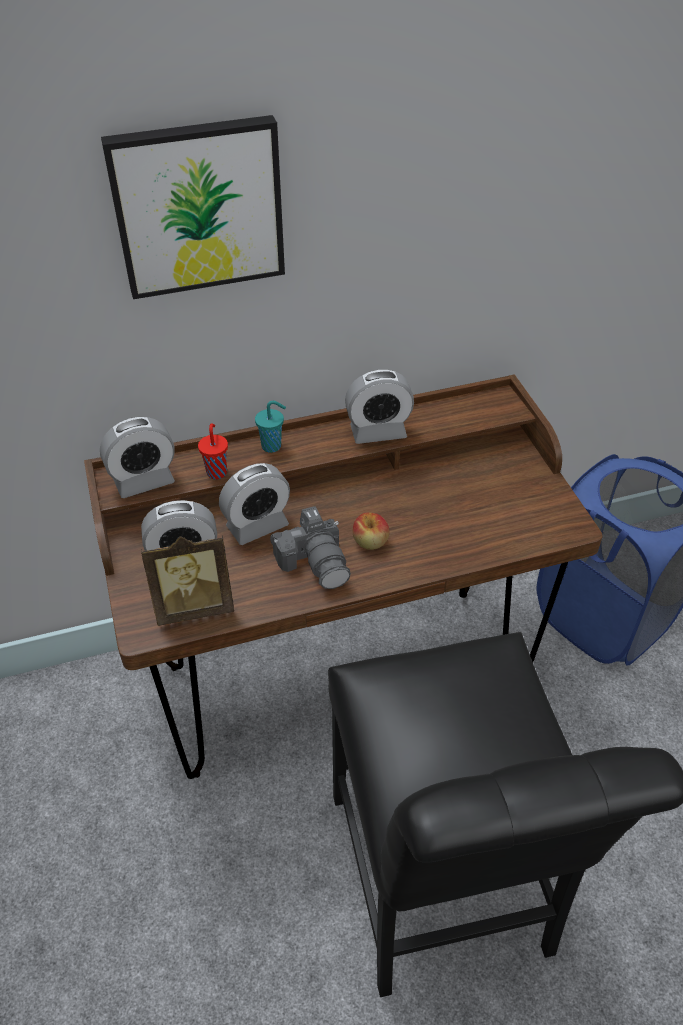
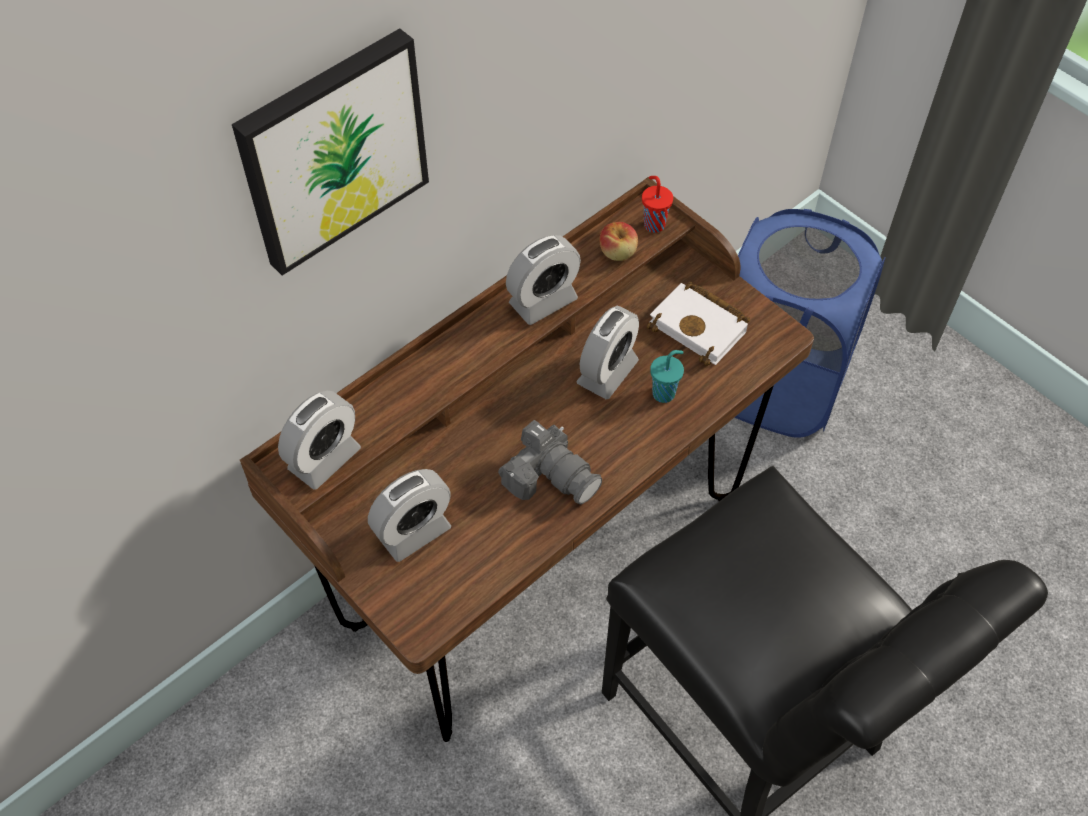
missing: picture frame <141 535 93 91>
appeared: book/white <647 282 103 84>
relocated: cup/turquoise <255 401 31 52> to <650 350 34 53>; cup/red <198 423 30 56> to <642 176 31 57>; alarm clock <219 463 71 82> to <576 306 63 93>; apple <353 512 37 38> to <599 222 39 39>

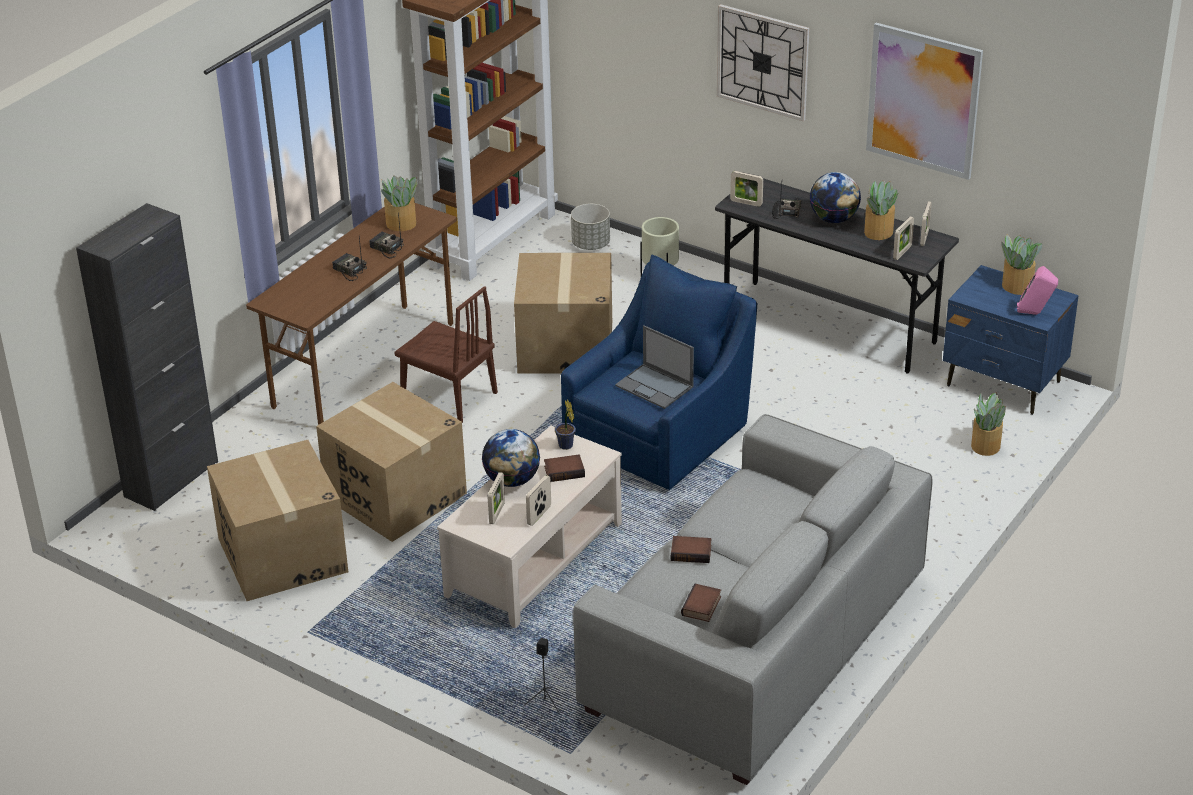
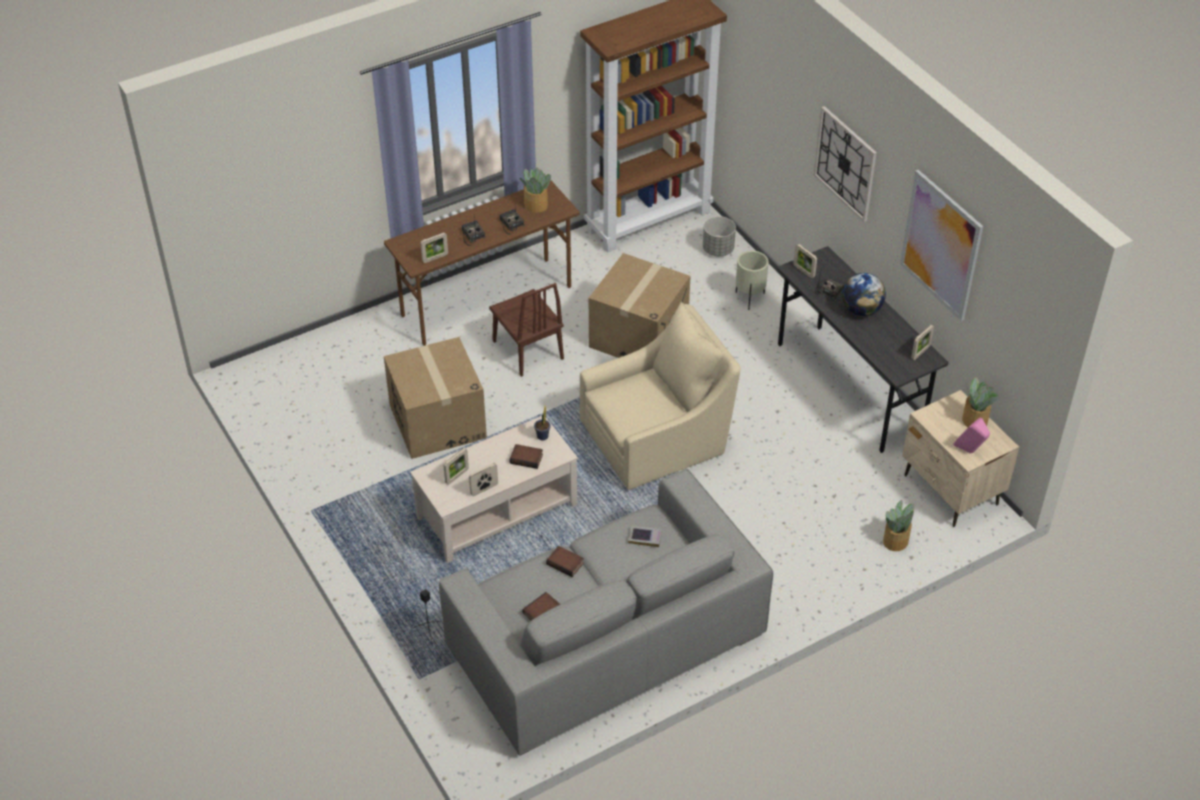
missing: potted plant <864 181 35 59>; cabinet/black <76 203 142 308>; laptop <615 325 79 84>; globe <482 429 58 58>; cardboard box <207 440 141 161>
appeared: book <628 526 34 21>
relocated: picture frame <893 216 21 44> to <420 232 28 31>
colour: armchair/blue <561 254 197 236> to armchair/beige <580 301 161 189>; nightstand/blue <943 265 136 150> to nightstand/beige <902 390 117 137>

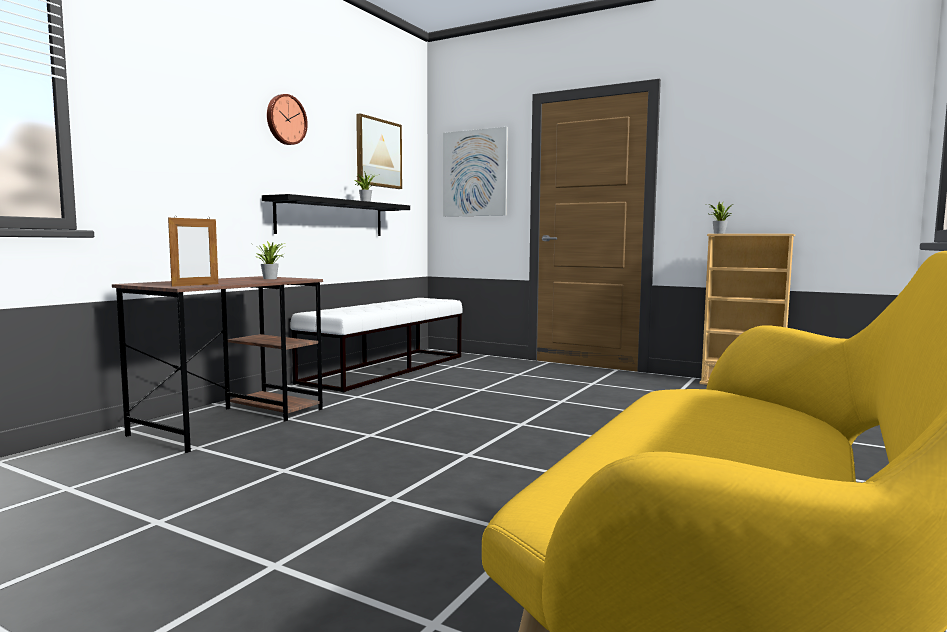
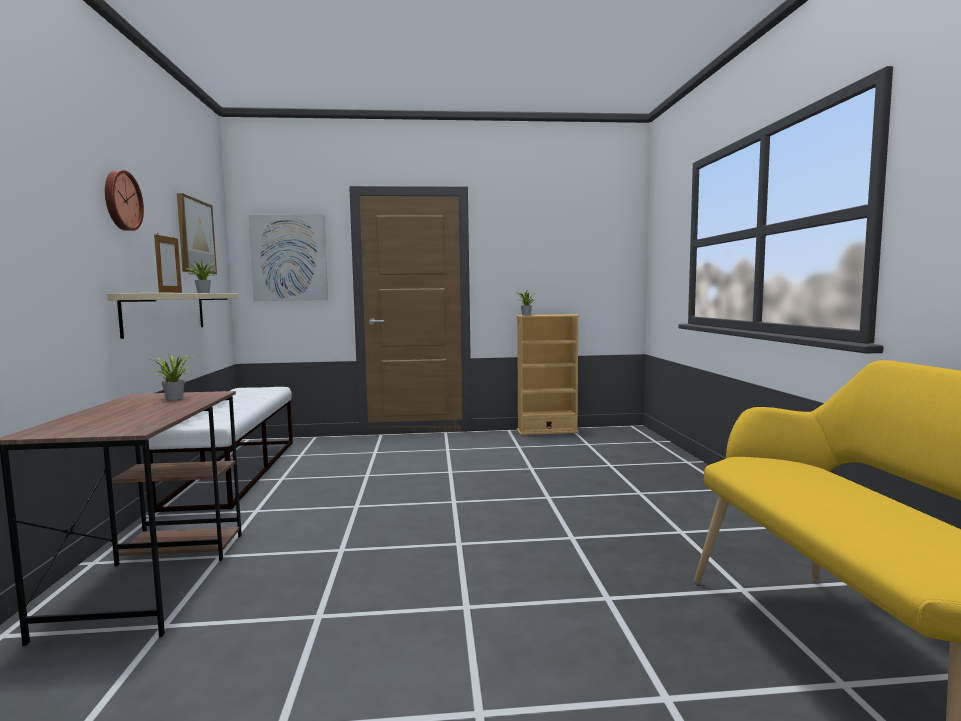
relocated: picture frame <168 215 50 72> to <154 234 28 59>
colour: shelf/black <262 194 148 42> to shelf/beige <107 293 131 46>

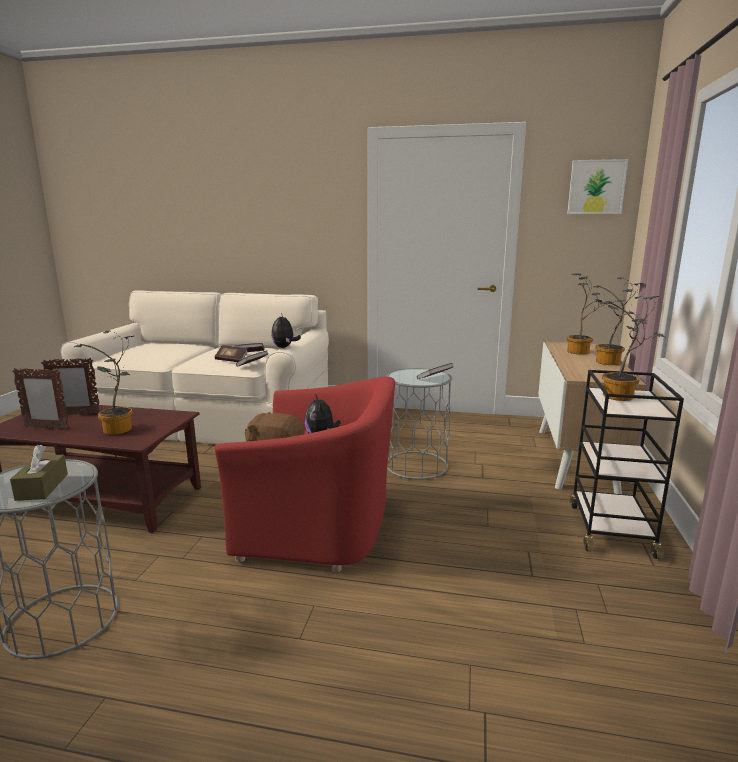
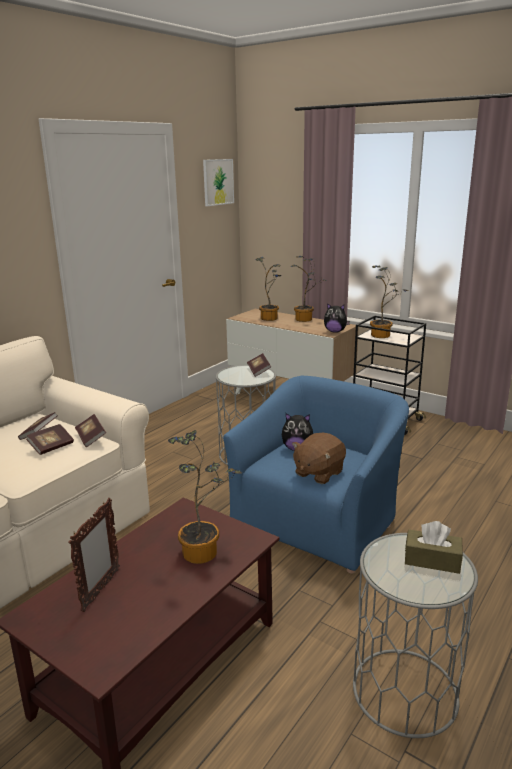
missing: picture frame <12 368 57 62>
relocated: plush toy <271 313 30 35> to <324 303 26 30>
colour: armchair/red <215 377 180 195> to armchair/blue <223 375 186 199>

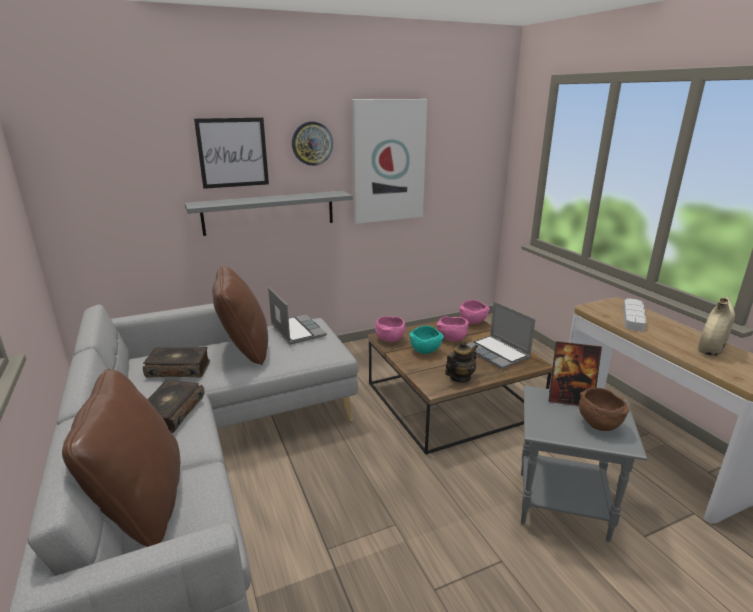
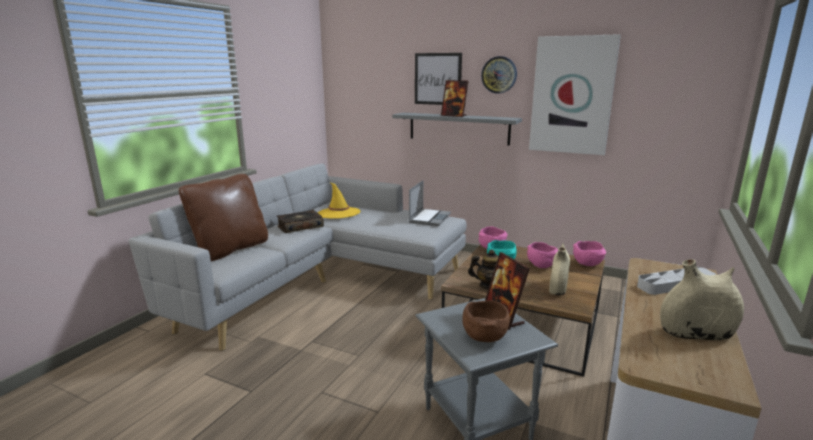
missing: pillow/brown <212 266 56 99>
appeared: picture frame <441 80 28 37>
exchanged: laptop <466 302 69 67> to vase/beige <549 243 21 52>; book <143 347 67 31> to hat/yellow <318 183 43 36>

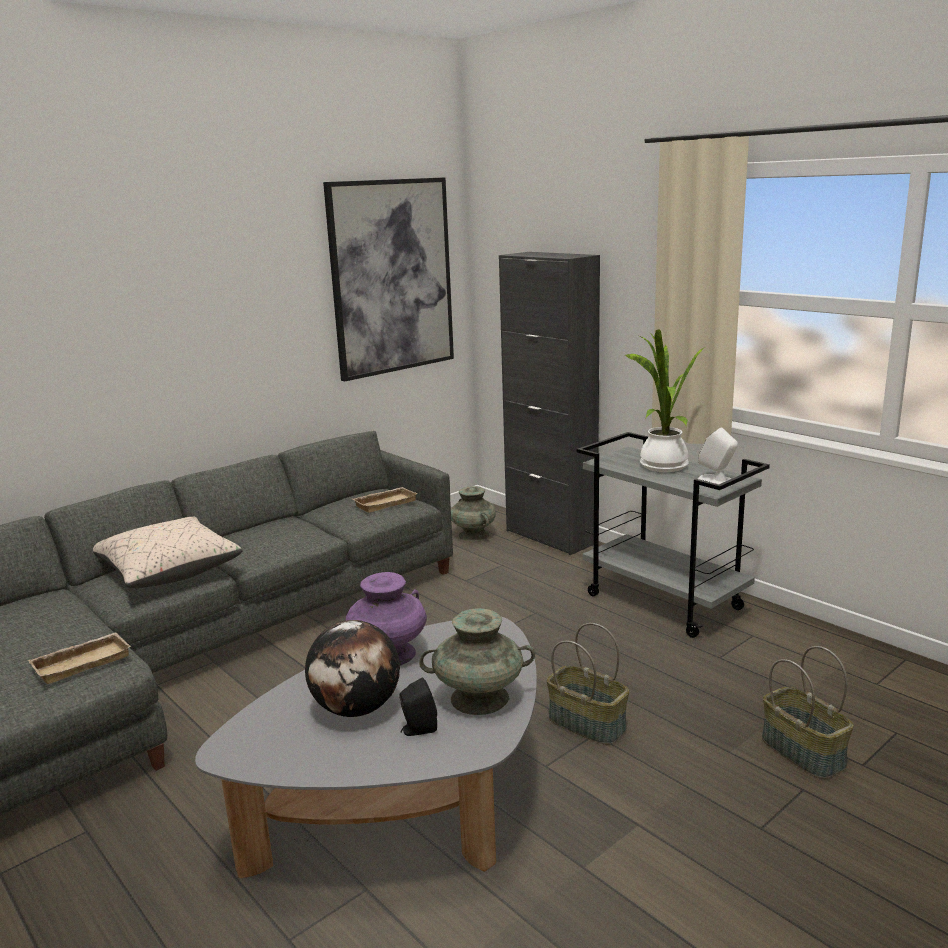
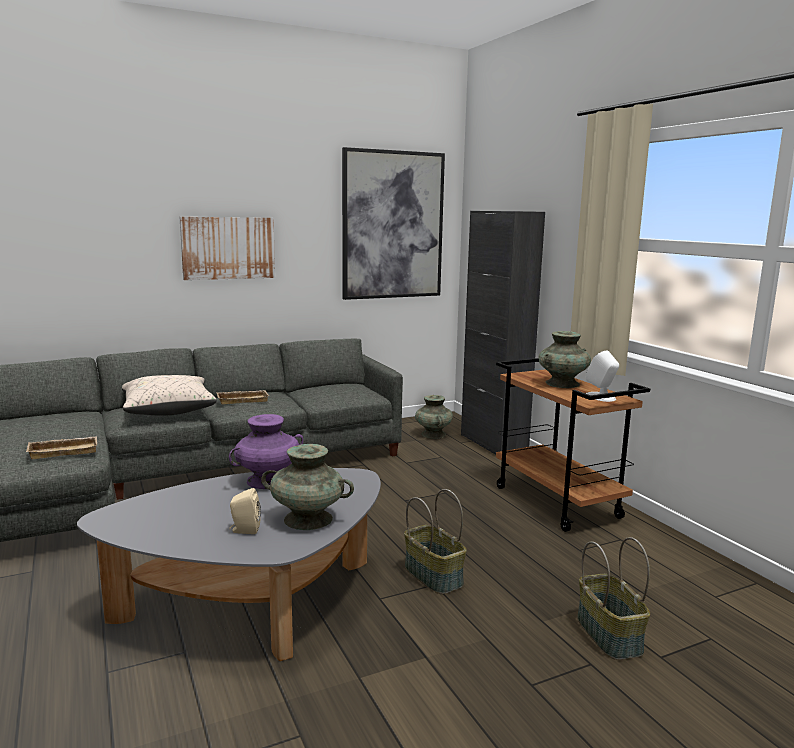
missing: globe <305 620 95 97>
appeared: picture <180 217 95 63>
relocated: tray/beige <353 487 65 26> to <216 390 53 14>
exchanged: potted plant <624 329 81 143> to vase/turquoise <538 331 53 57>
colour: cart/grey <577 432 193 206> to cart/brown <496 358 154 174>; speaker/black <399 677 38 59> to speaker/beige <229 488 32 46>

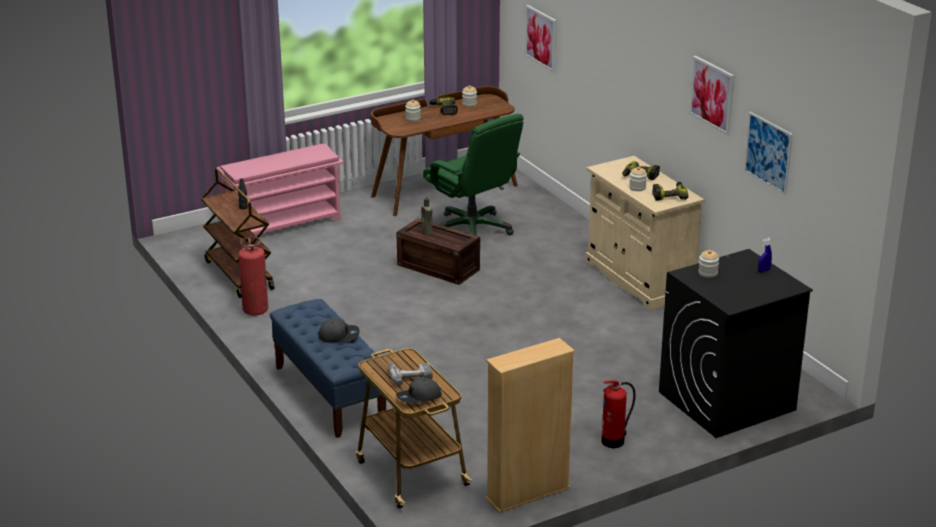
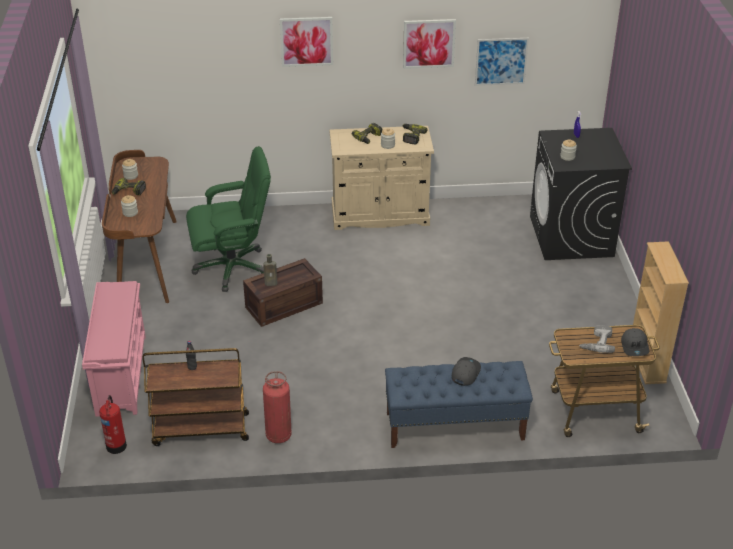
relocated: picture <525 5 31 67> to <280 17 53 50>; fire extinguisher <601 380 35 68> to <99 395 28 59>

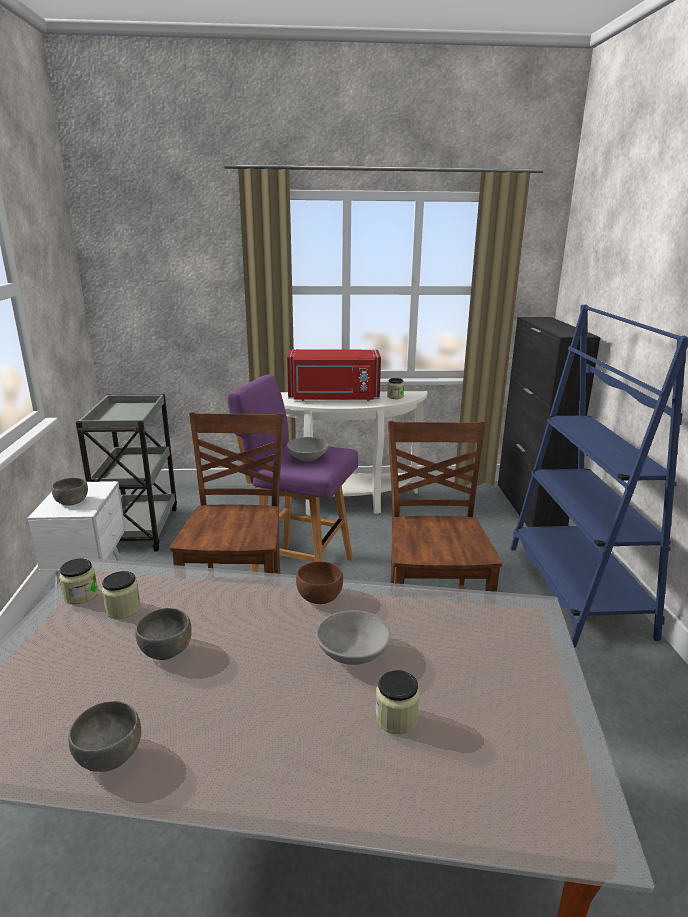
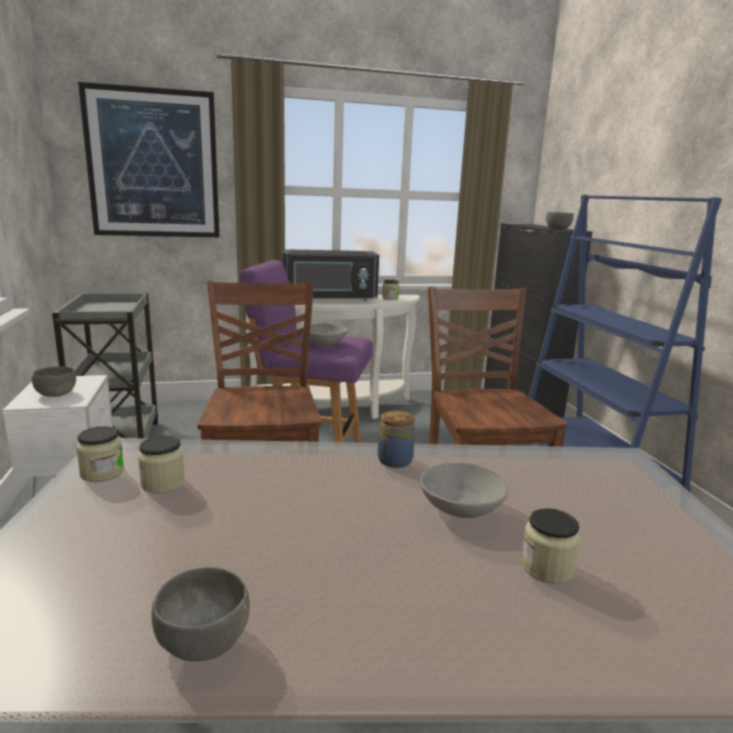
appeared: picture <78 82 142 155>
relocated: bowl/grey <135 608 57 52> to <546 212 28 17>
exchanged: bowl/brown <296 561 47 43> to jar <378 411 37 57>
colour: microwave/red <287 349 94 52> to microwave/black <281 249 98 52>

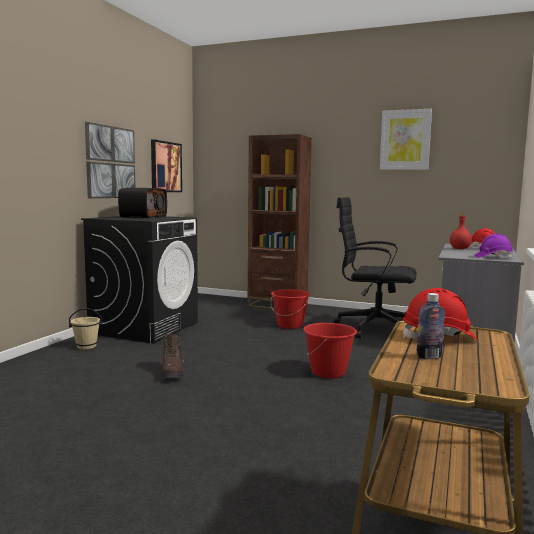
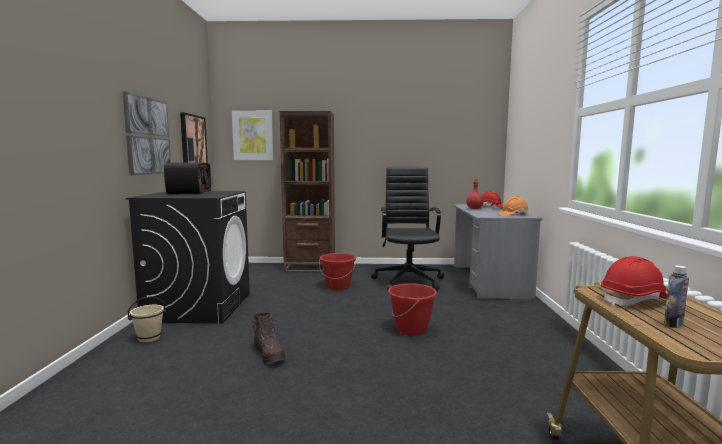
relocated: picture <380 109 52 61> to <232 111 41 49>
colour: hard hat/purple <474 234 39 24> to hard hat/orange <499 196 30 20>
spun: office chair/black <333 197 84 143> = <371 168 73 123> 90 degrees clockwise

